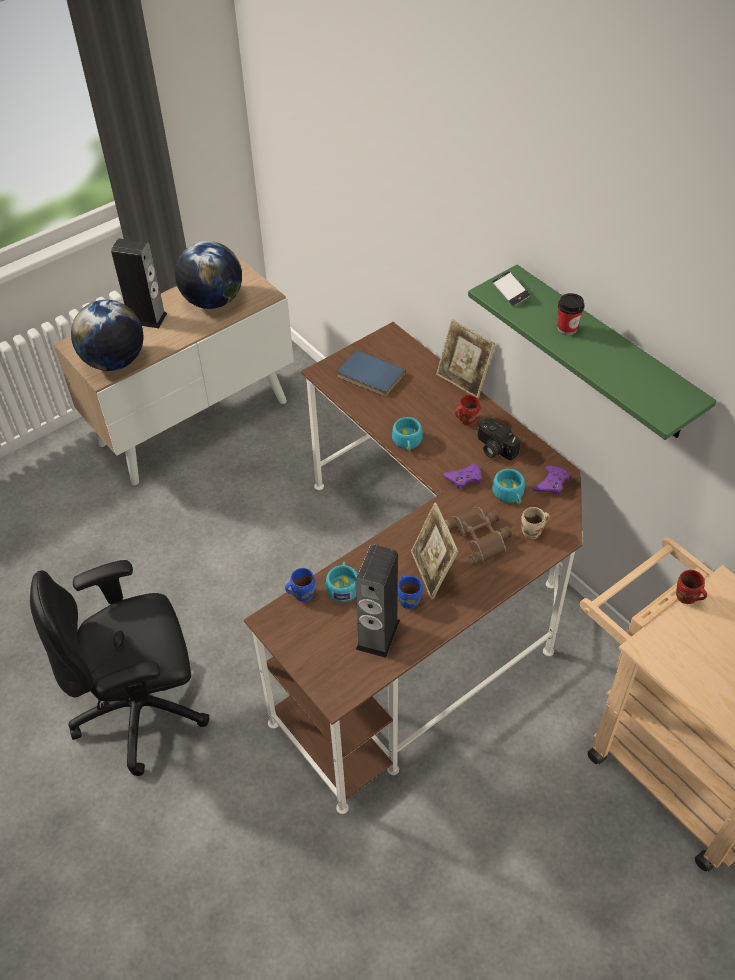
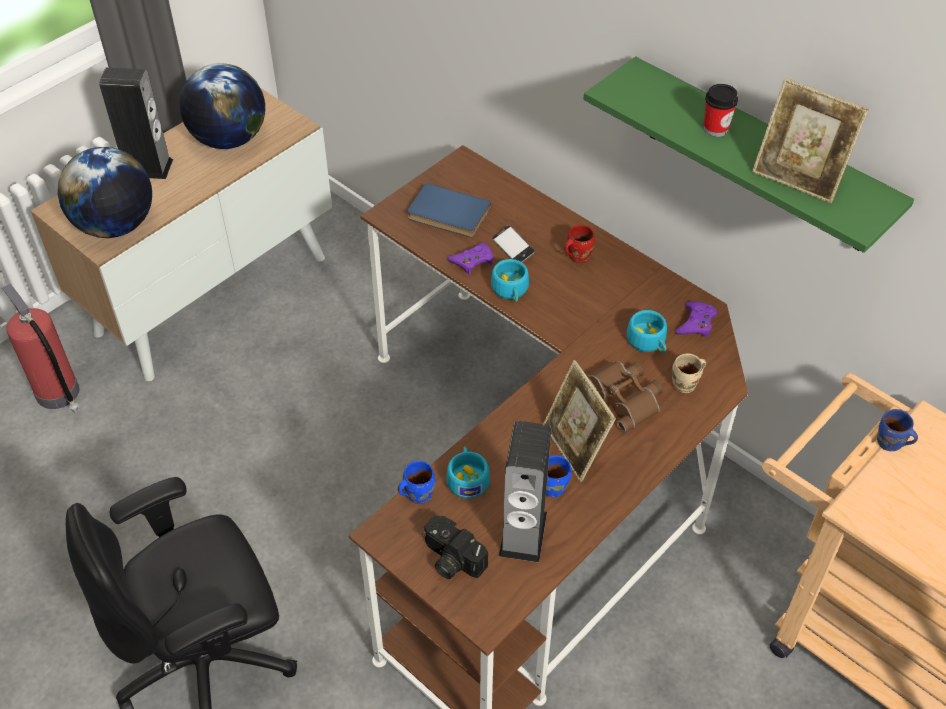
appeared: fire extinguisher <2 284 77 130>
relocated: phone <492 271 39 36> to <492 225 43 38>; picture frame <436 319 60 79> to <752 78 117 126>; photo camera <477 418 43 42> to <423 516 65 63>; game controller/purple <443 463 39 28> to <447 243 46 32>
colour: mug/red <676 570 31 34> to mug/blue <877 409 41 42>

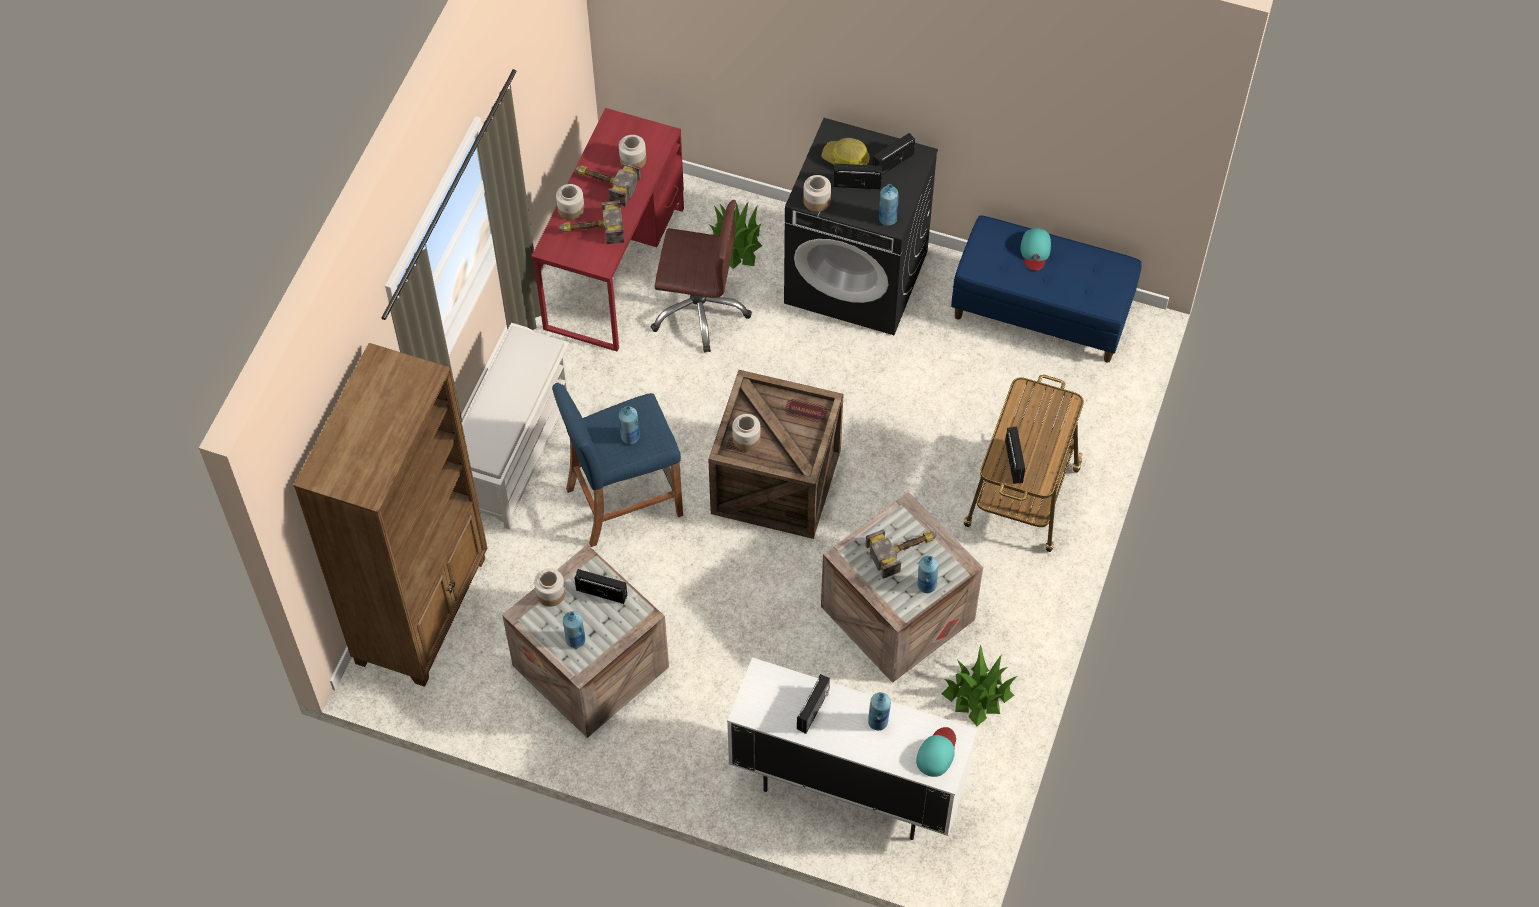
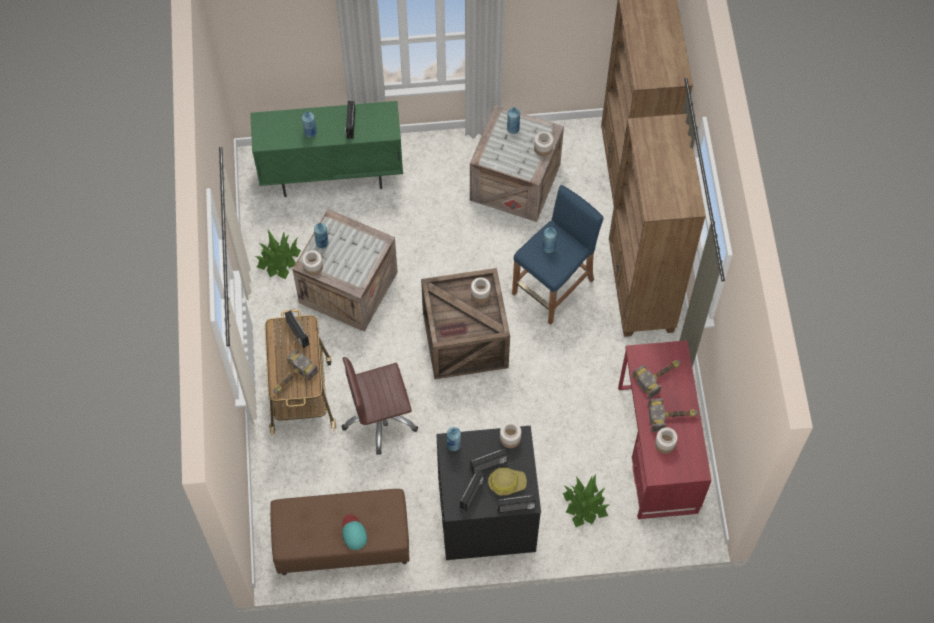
missing: cap/turquoise <916 727 40 50>
relocated: jar <556 184 29 36> to <302 250 21 26>; office chair/brown <650 200 102 153> to <342 357 76 98>; hammer <865 529 72 50> to <273 349 45 45>; radio <575 569 53 35> to <498 495 38 18>
exchanged: shoe rack/white <462 323 108 206> to bookcase/brown <609 114 97 223>
colour: bench/blue <951 215 191 148> to bench/brown <270 489 140 86>; cabinet/white <727 657 250 183> to cabinet/green <250 101 153 96>

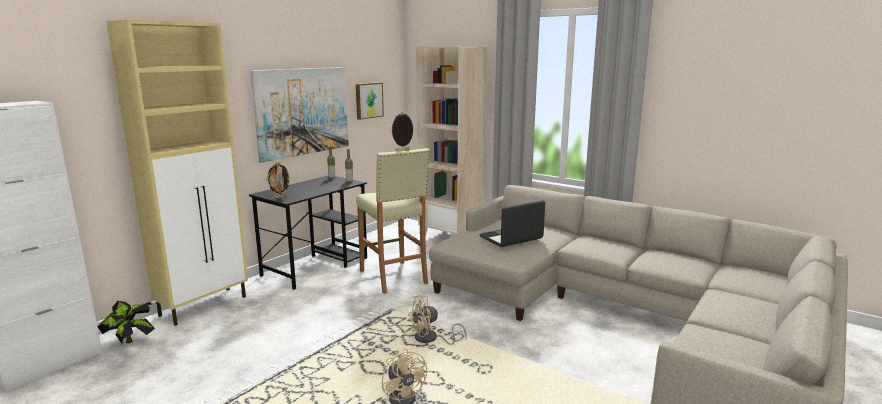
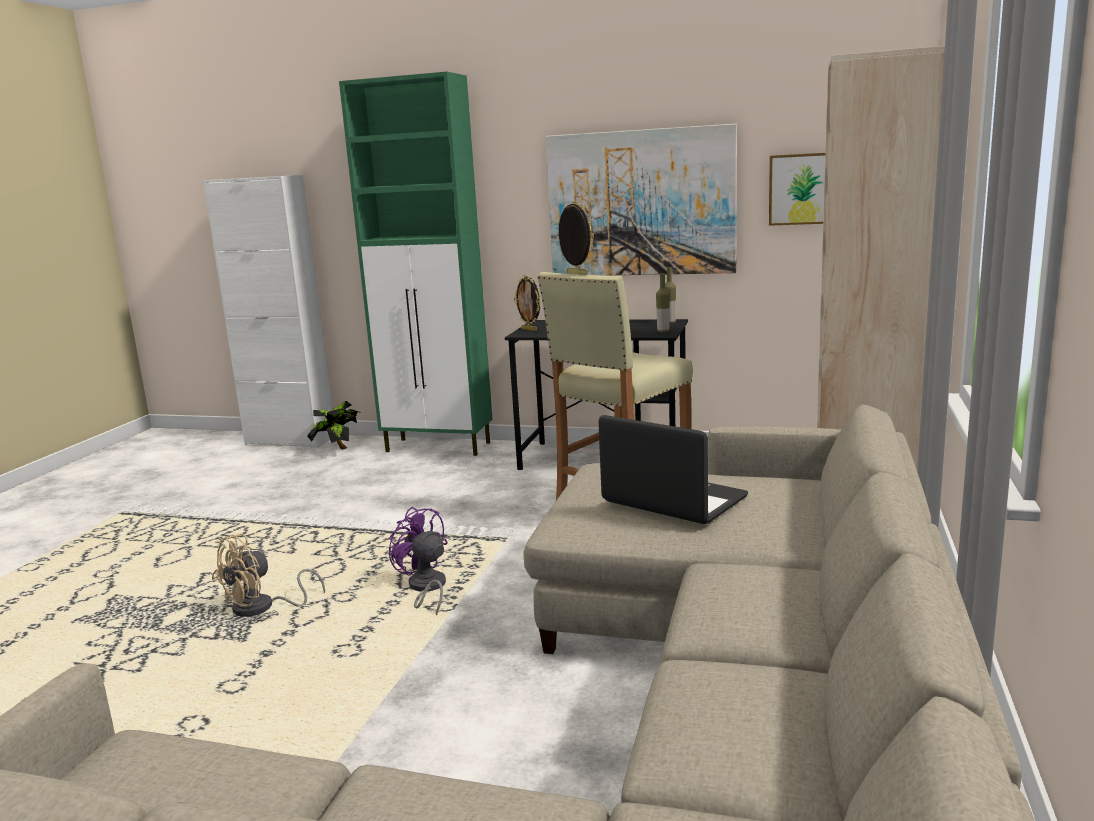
colour: cabinet/beige <106 20 142 306> to cabinet/green <339 72 154 384>; fan/beige <408 295 59 50> to fan/purple <389 506 58 109>

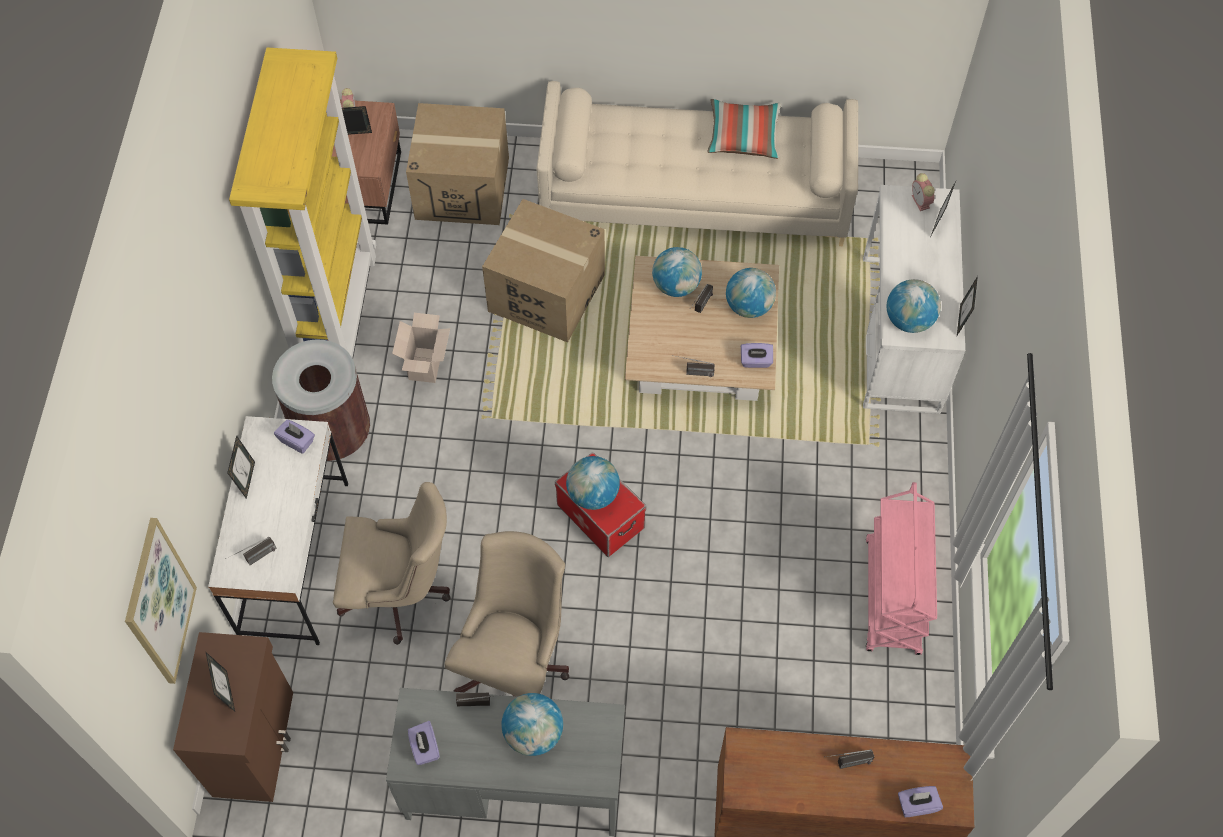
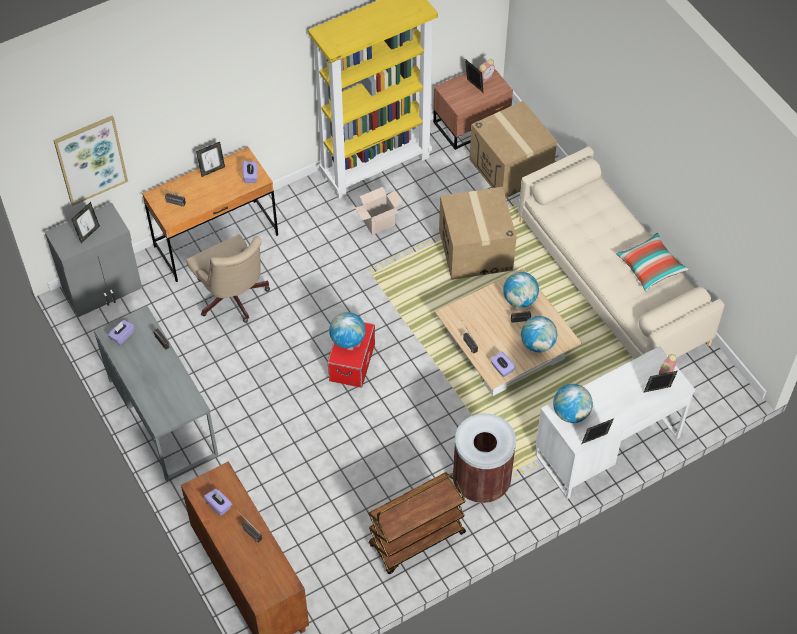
missing: office chair/beige <445 531 124 166>; globe <501 693 62 63>
relocated: trash can/brown <272 339 98 122> to <453 413 63 90>; tissue box/purple <898 786 45 31> to <204 488 28 28>
colour: desk/white <208 416 140 229> to desk/brown <142 147 136 135>; cart/pink <866 482 71 173> to cart/brown <368 472 98 102>; cabinet/brown <173 632 120 170> to cabinet/grey <45 203 97 114>

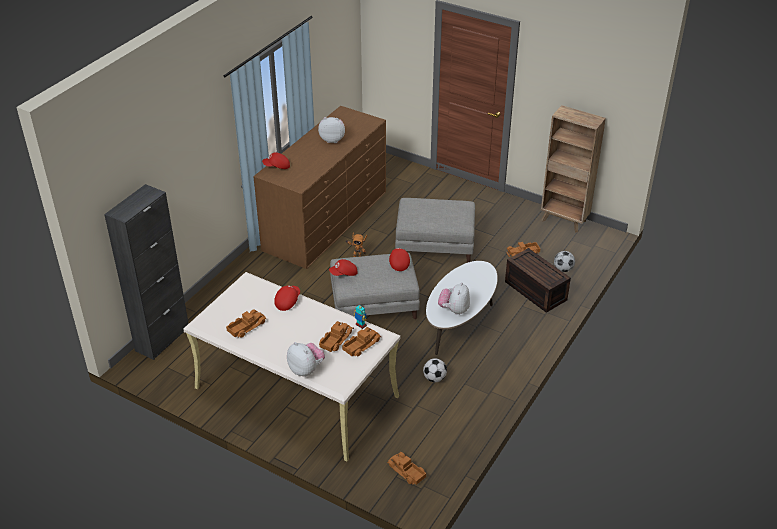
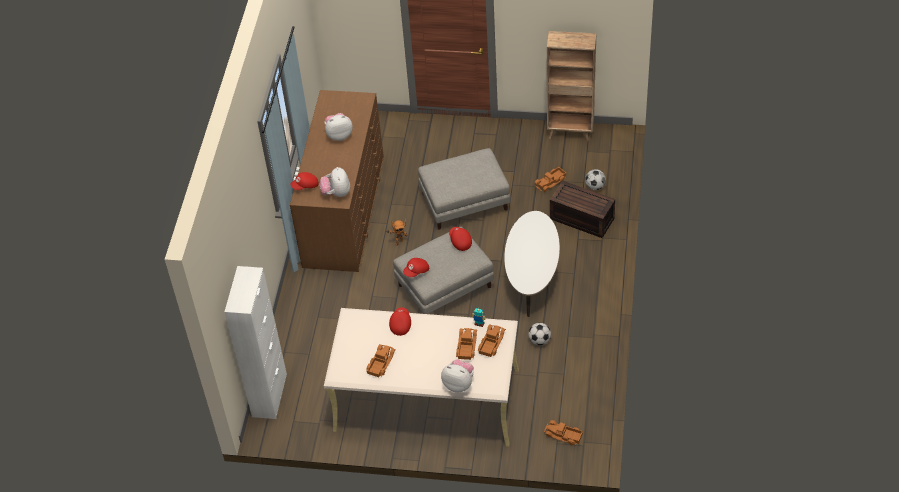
relocated: plush toy <438 282 32 33> to <320 167 30 30>
colour: cabinet/black <104 184 85 176> to cabinet/white <224 266 63 153>

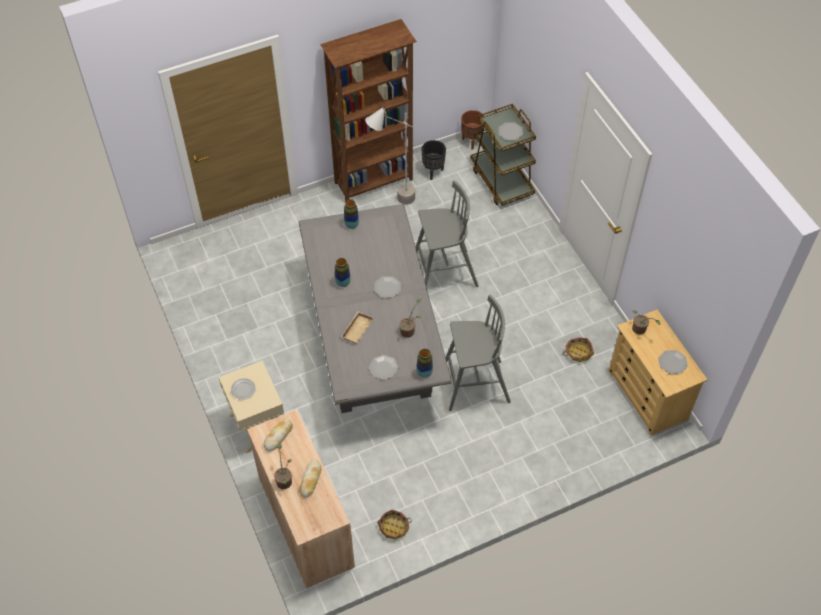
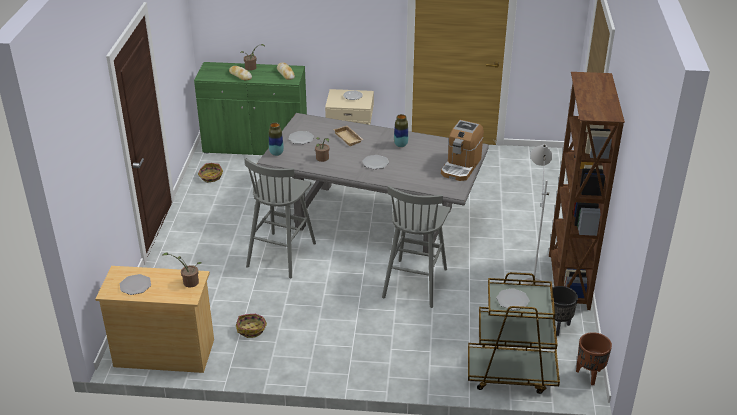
exchanged: vase <344 200 15 29> to coffee machine <441 120 43 61>
colour: cabinet/beige <247 410 108 179> to cabinet/green <194 62 113 93>

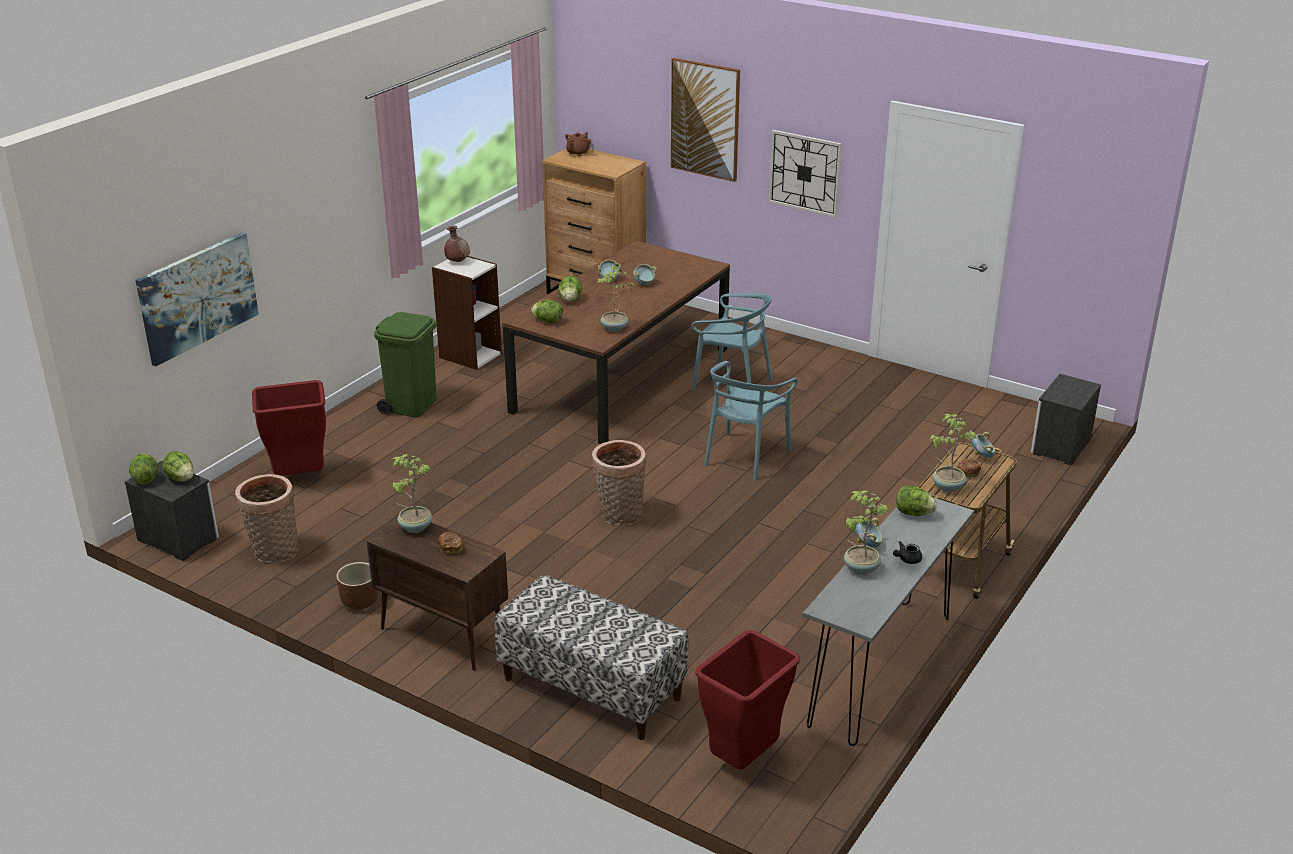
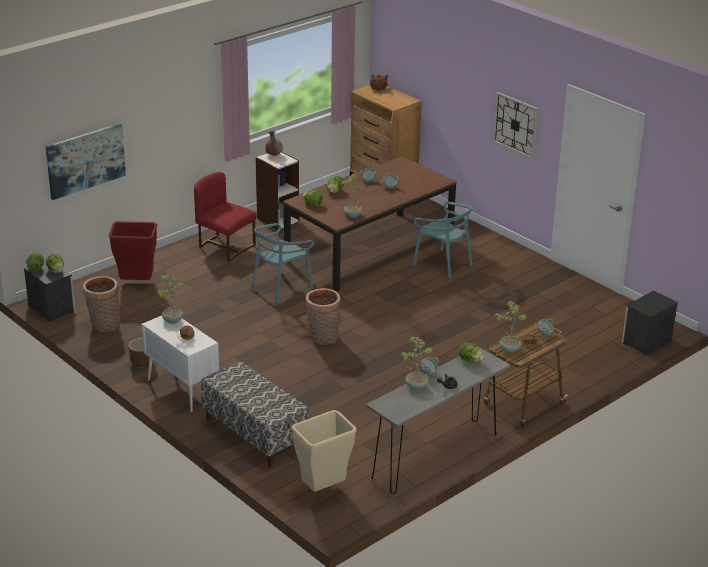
missing: picture <671 58 69 124>
relocated: chair/turquoise <704 361 94 119> to <251 223 63 80>
exchanged: trash can/green <374 312 63 105> to chair/red <194 172 62 90>
colour: cabinet/brown <367 520 141 151> to cabinet/white <142 316 77 97>; trash can/red <695 630 105 139> to trash can/beige <291 410 66 81>

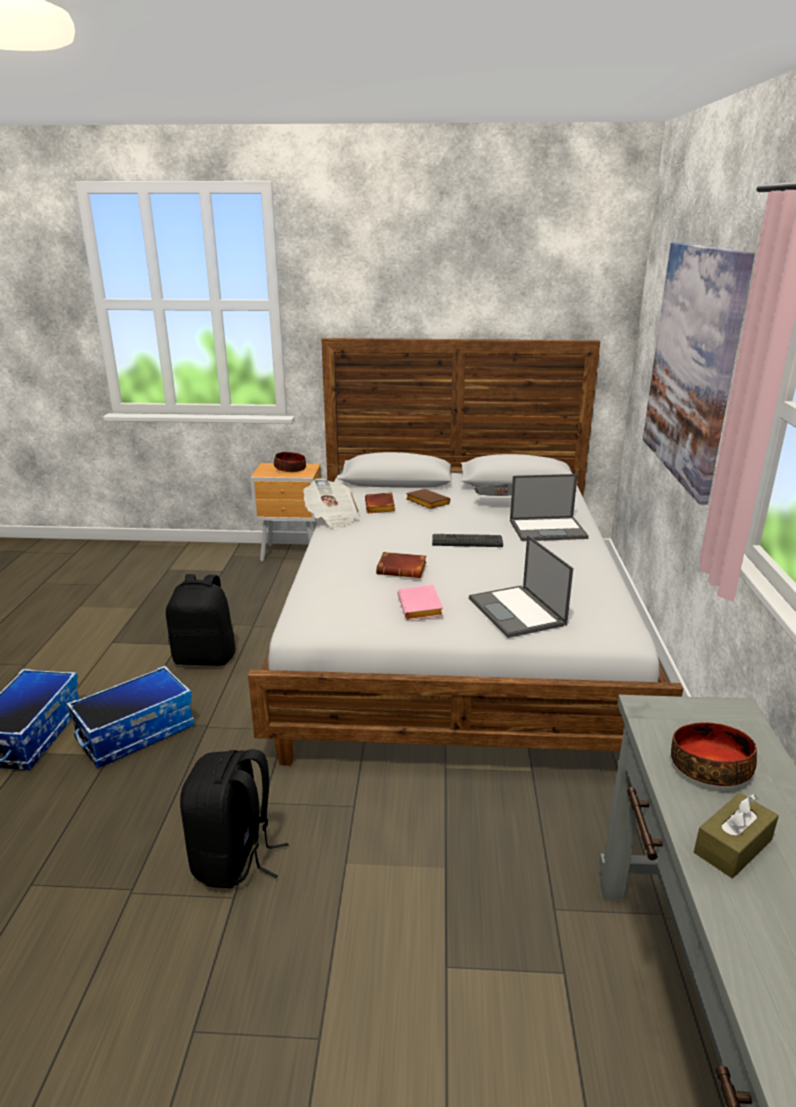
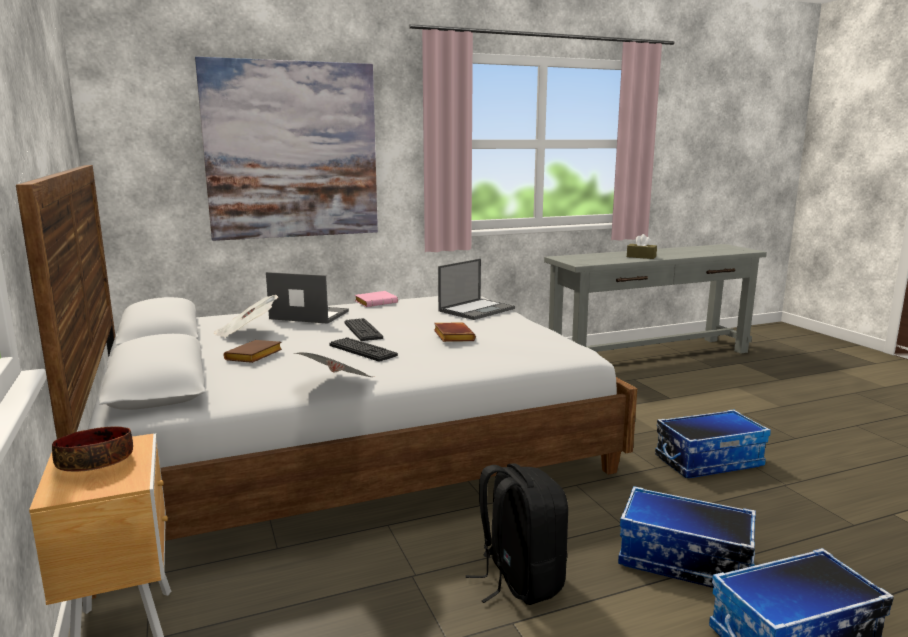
missing: book/brown <365 492 30 21>; bowl <671 722 86 64>
appeared: keyboard <329 337 69 25>
relocated: book/pink <398 585 45 35> to <355 291 43 16>
exchanged: backpack/black <180 749 109 139> to storage box <655 409 116 69>
spun: laptop <510 474 79 67> = <266 272 83 52> 45 degrees counterclockwise

